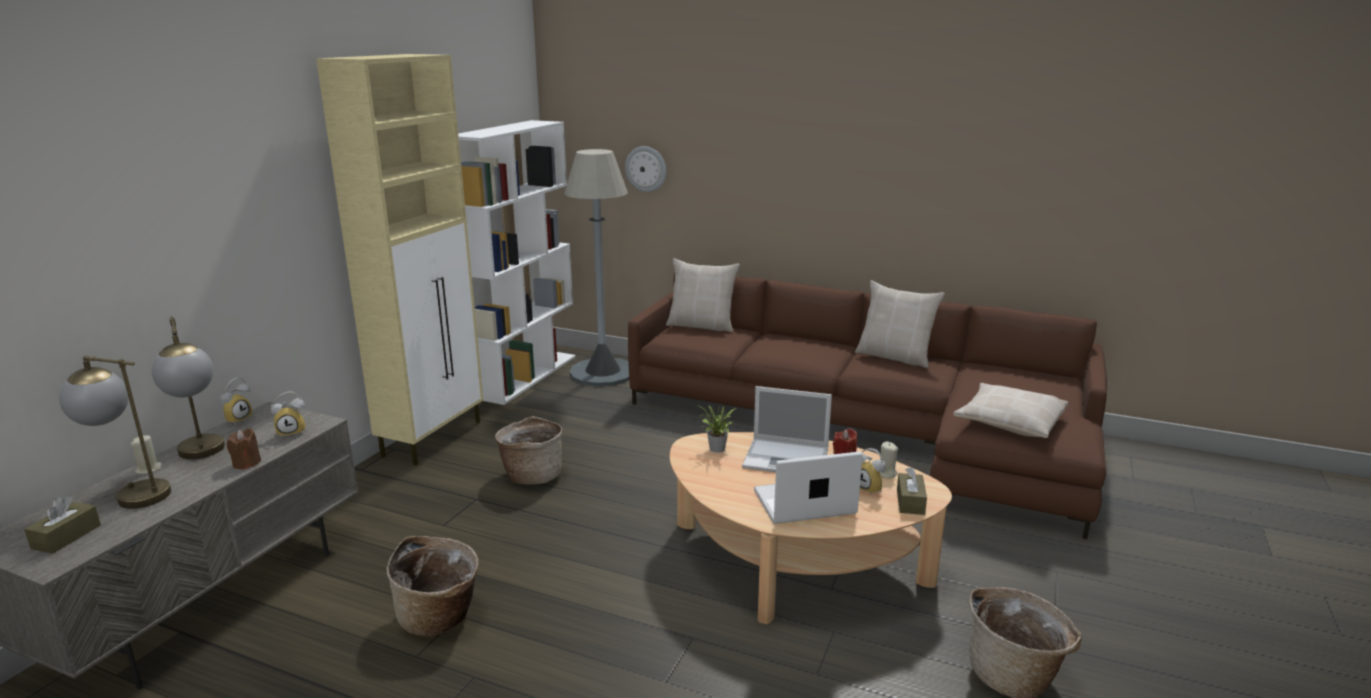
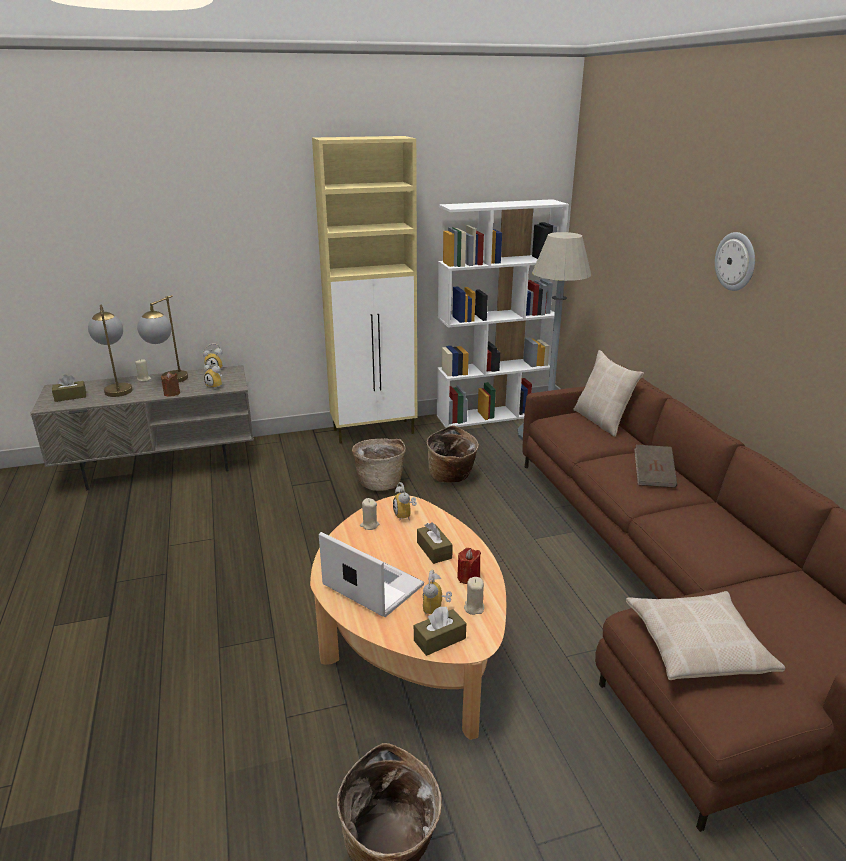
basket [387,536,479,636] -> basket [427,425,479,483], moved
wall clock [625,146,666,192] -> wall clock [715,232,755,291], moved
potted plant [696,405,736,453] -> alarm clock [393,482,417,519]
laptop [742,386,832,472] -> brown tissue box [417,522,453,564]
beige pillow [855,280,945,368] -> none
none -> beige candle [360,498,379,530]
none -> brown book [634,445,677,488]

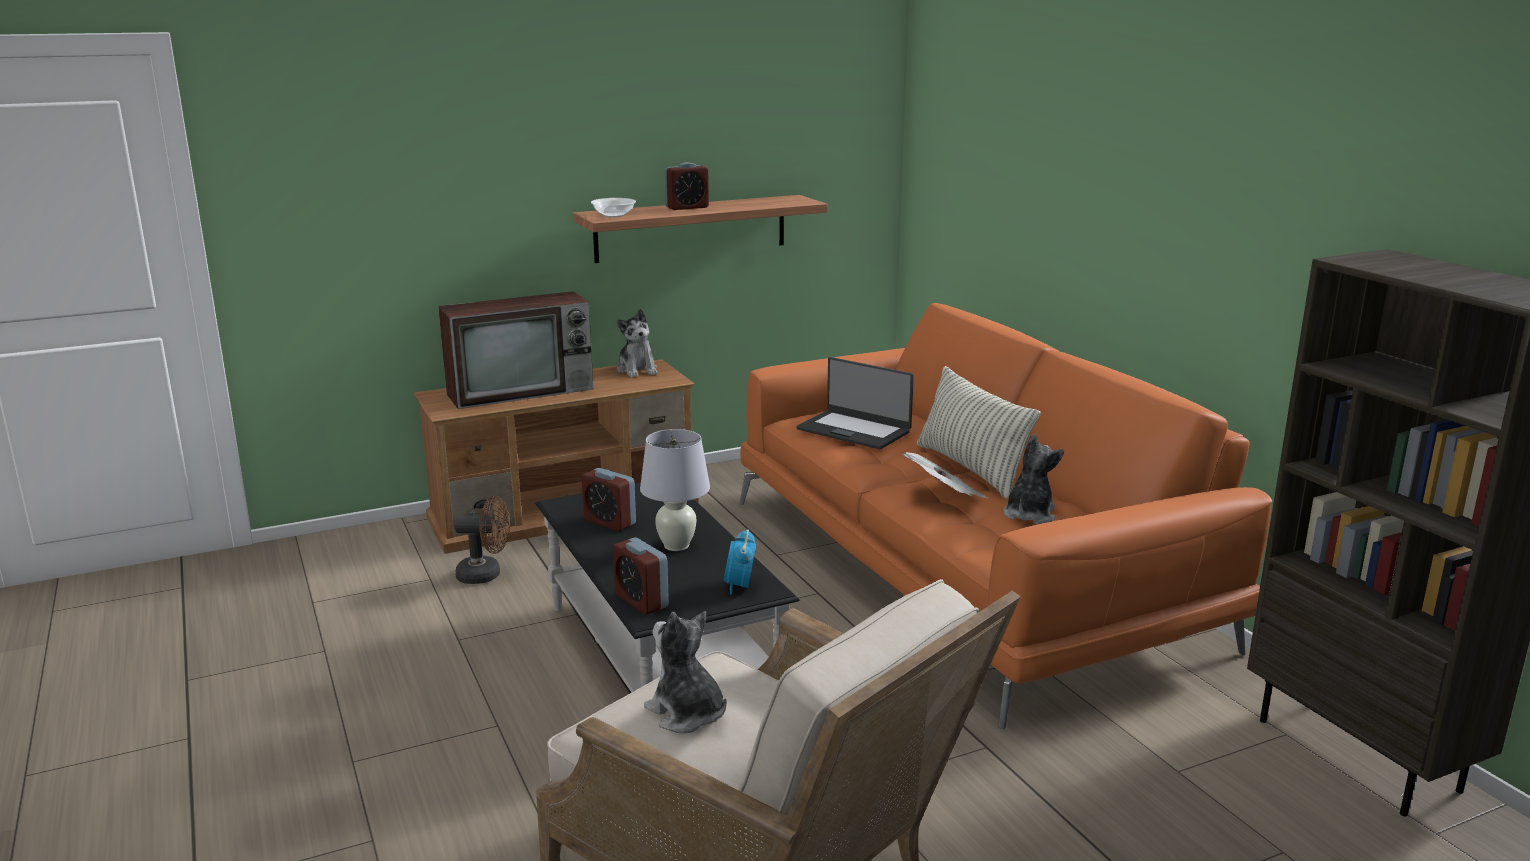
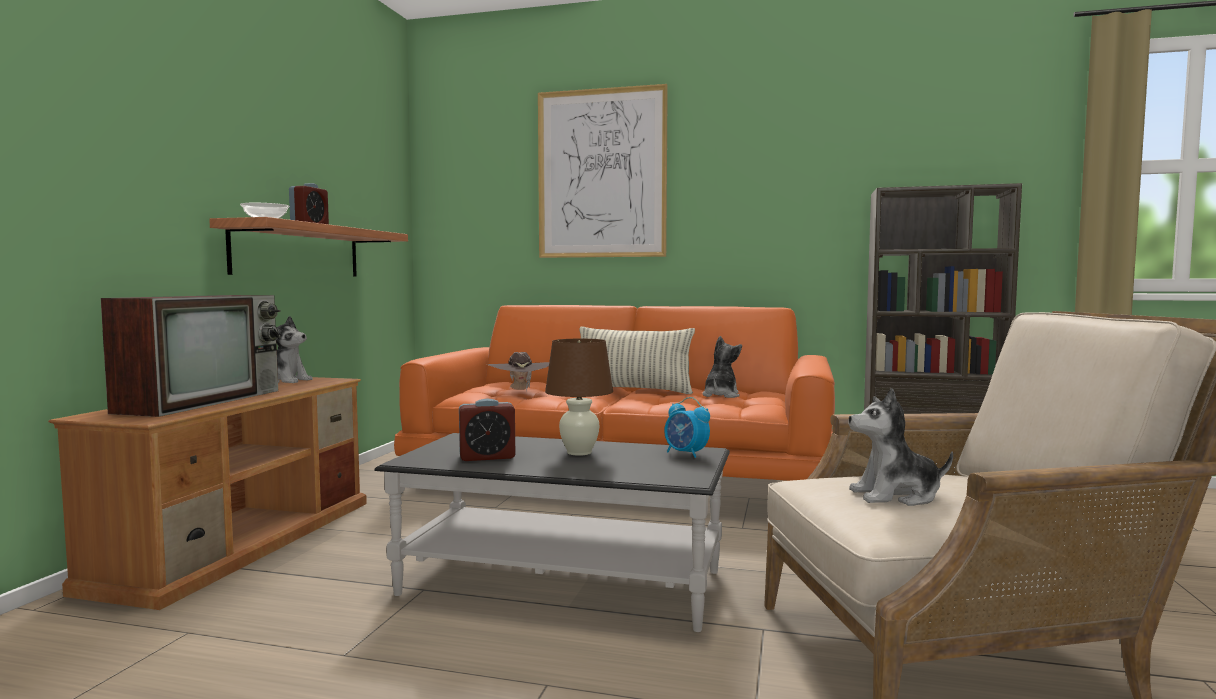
brown fan [454,496,510,584] -> none
alarm clock [613,537,669,614] -> none
white table lamp [640,429,710,551] -> brown table lamp [545,339,613,456]
laptop [796,357,914,449] -> brown hat [487,352,549,391]
newspaper [902,452,988,498] -> none
plush toy [1003,434,1064,524] -> plush toy [702,336,742,398], 45 degrees clockwise
none -> picture [538,84,668,258]

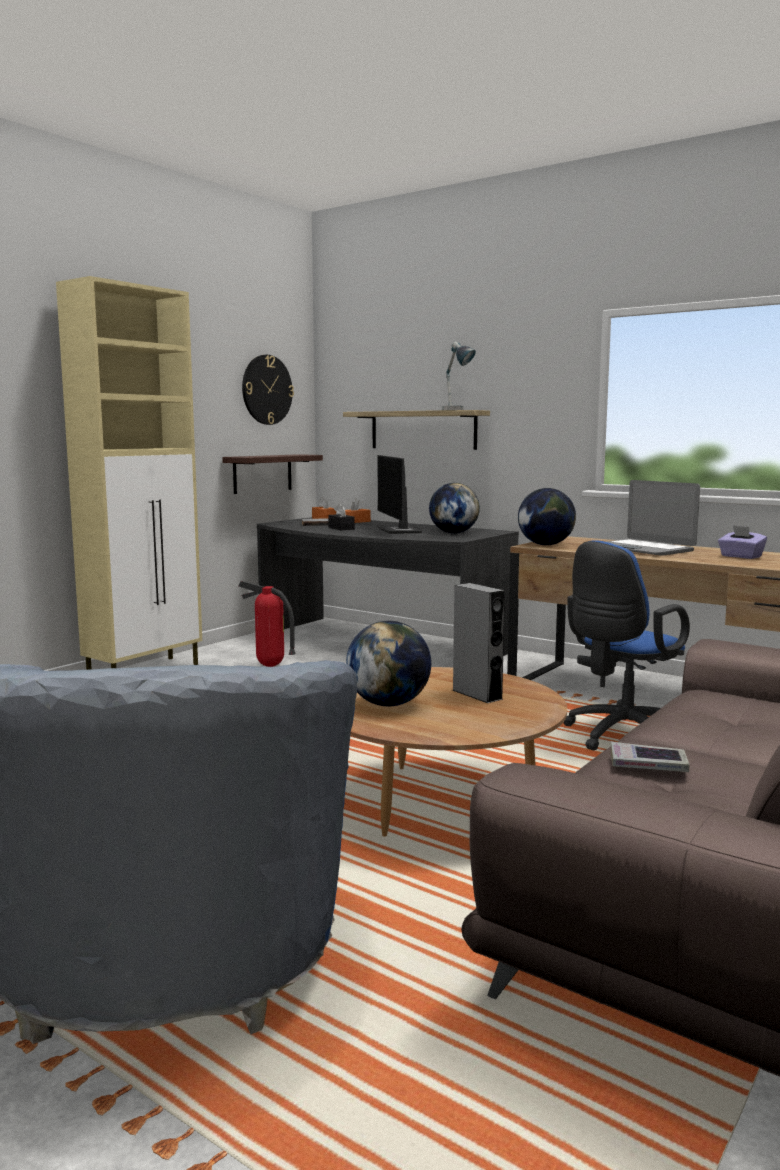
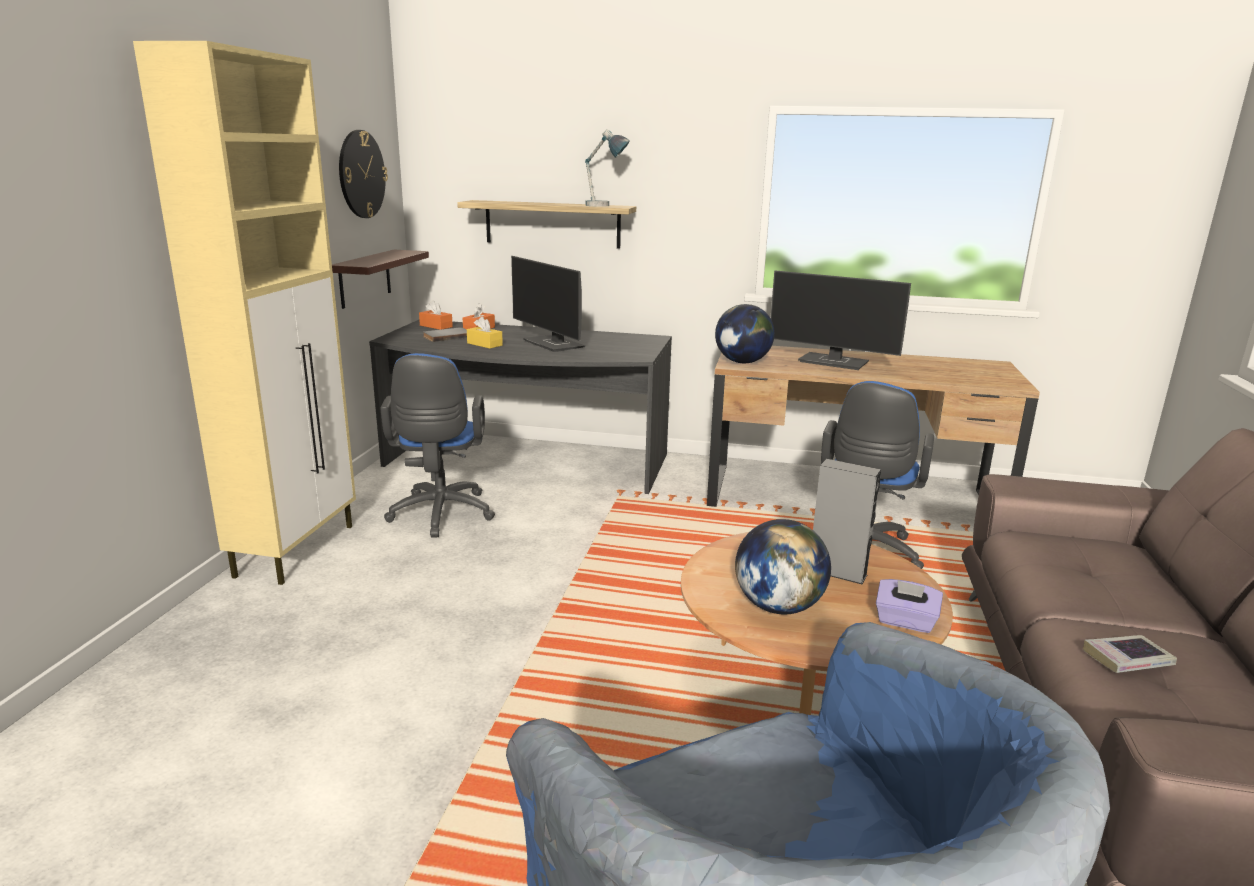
fire extinguisher [238,581,296,667] -> blue office chair [380,353,495,538]
black tissue box [328,504,355,530] -> yellow tissue box [467,316,503,349]
globe [429,483,480,533] -> none
laptop [606,480,700,556] -> monitor [770,270,911,370]
purple tissue box [718,525,767,559] -> purple tissue box [876,579,943,633], moved

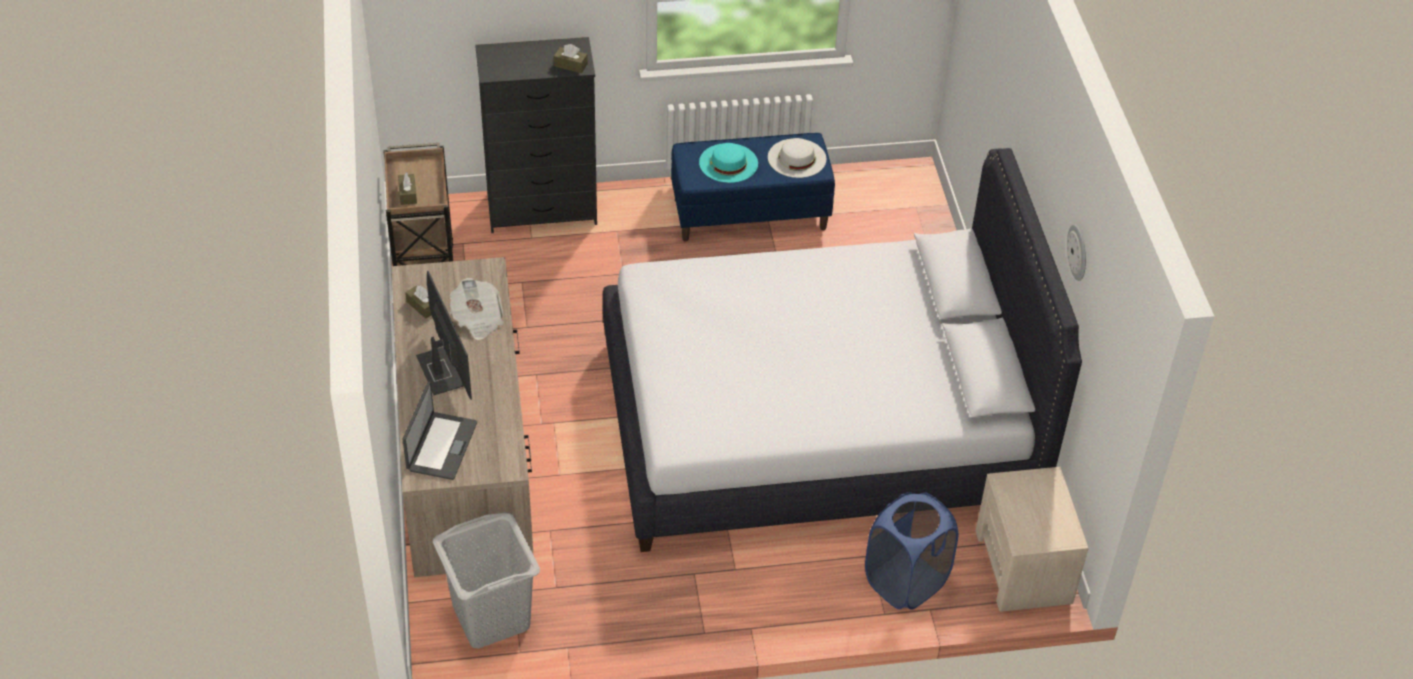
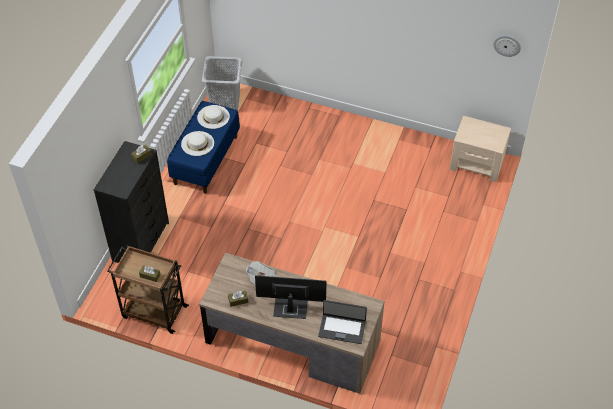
laptop [403,382,477,480] -> laptop [318,300,367,344], 150 degrees clockwise
grey laundry basket [433,512,540,648] -> grey laundry basket [202,56,243,110], moved
white bed [603,148,1082,552] -> none
turquoise hat [699,143,758,183] -> white hat [181,131,214,156]
blue laundry basket [865,492,958,610] -> none
wall clock [1067,224,1086,281] -> wall clock [493,35,521,57], moved

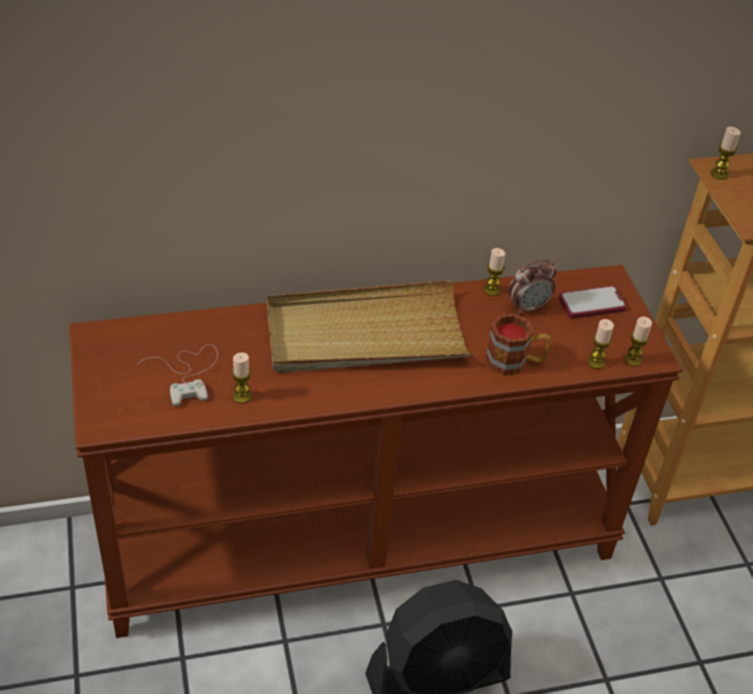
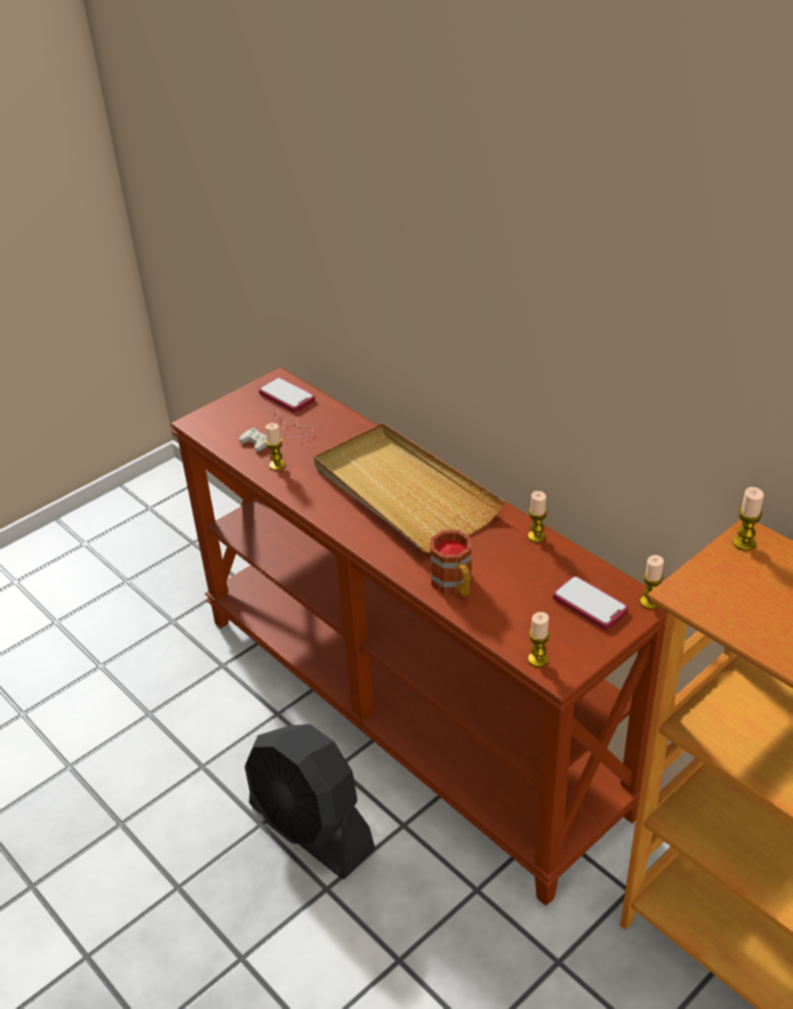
alarm clock [508,259,557,315] -> none
candle [587,319,614,369] -> candle [640,555,664,609], moved
none -> phone [259,378,315,412]

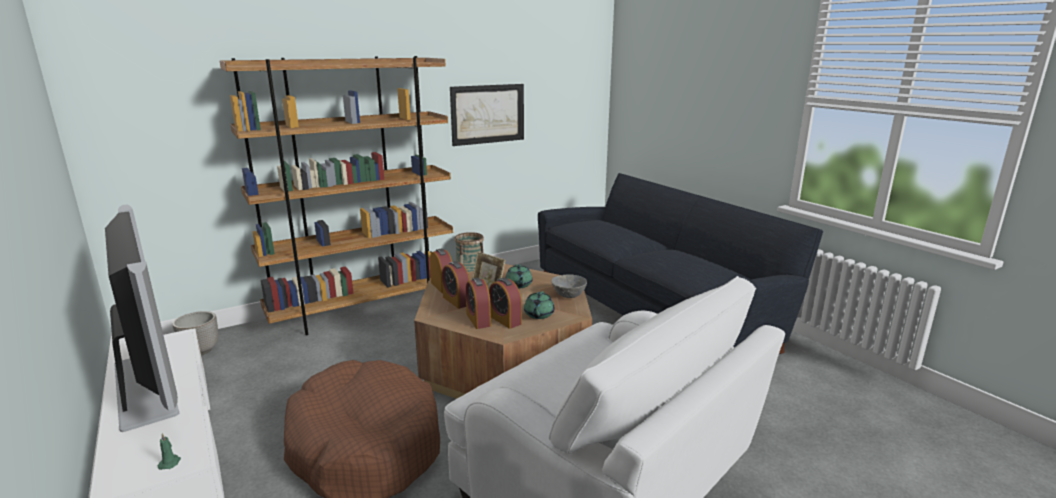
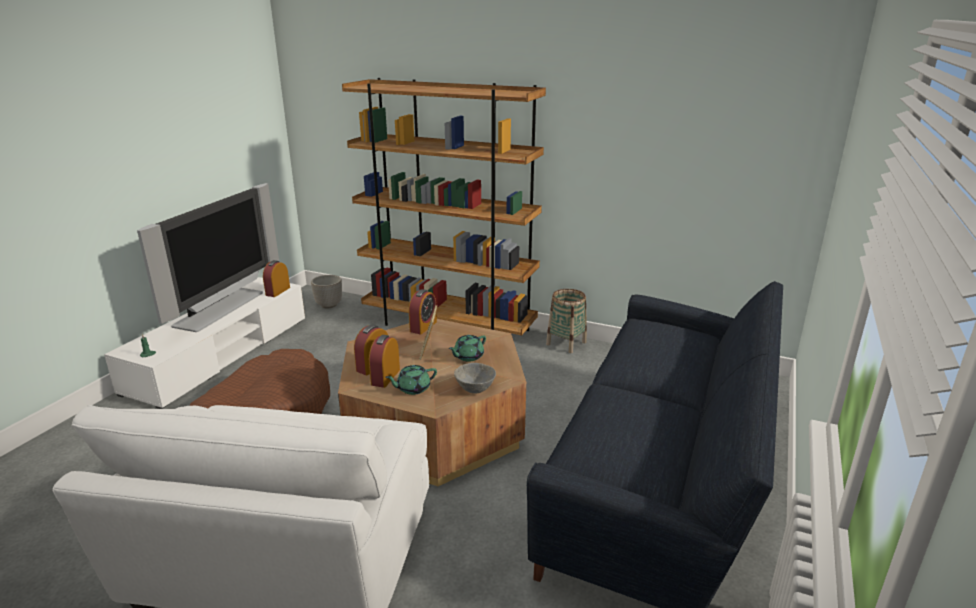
alarm clock [442,261,470,309] -> alarm clock [263,260,290,297], moved
picture [450,84,524,146] -> none

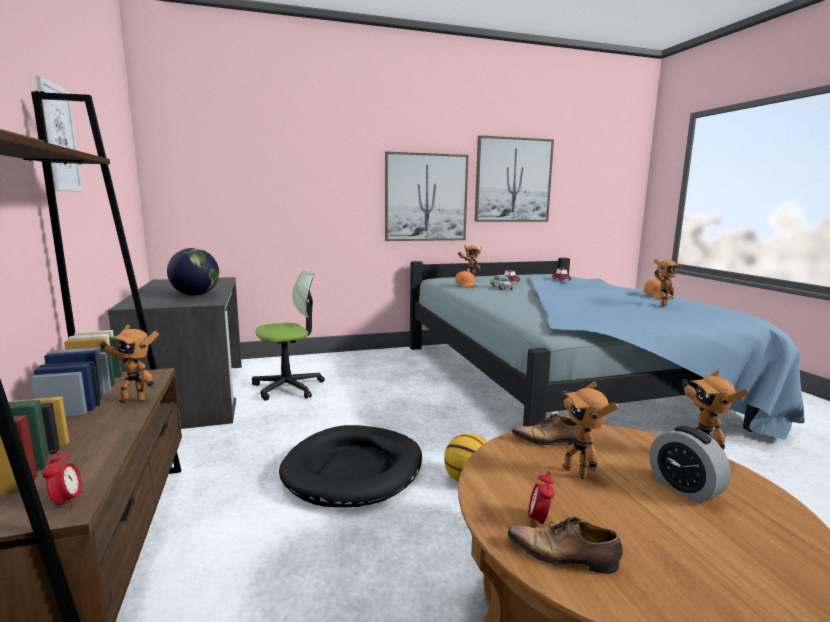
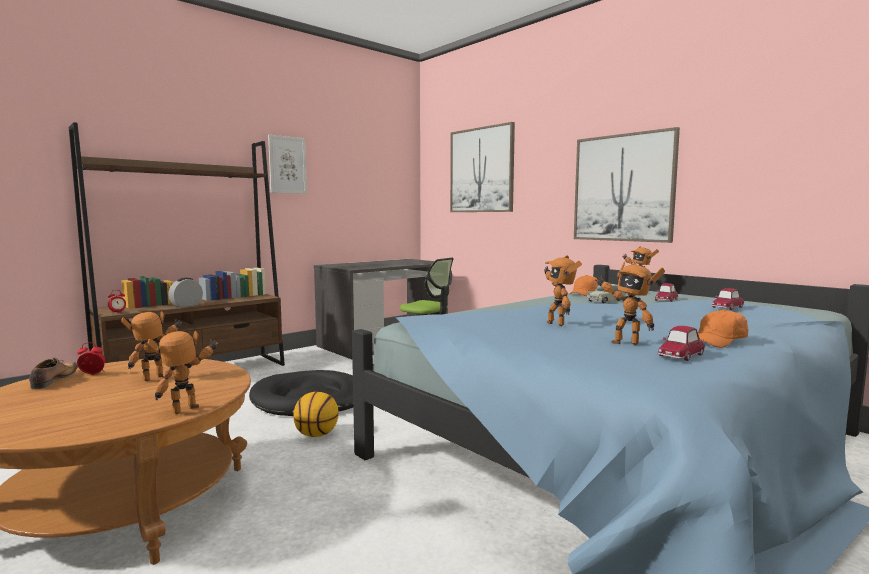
toy robot [98,324,159,403] -> toy robot [544,255,582,326], moved
globe [167,248,219,296] -> none
picture [475,135,554,222] -> picture [450,122,515,212], moved
shoe [512,413,578,445] -> none
alarm clock [649,426,731,503] -> alarm clock [168,278,203,307], moved
none -> toy car [658,326,705,361]

